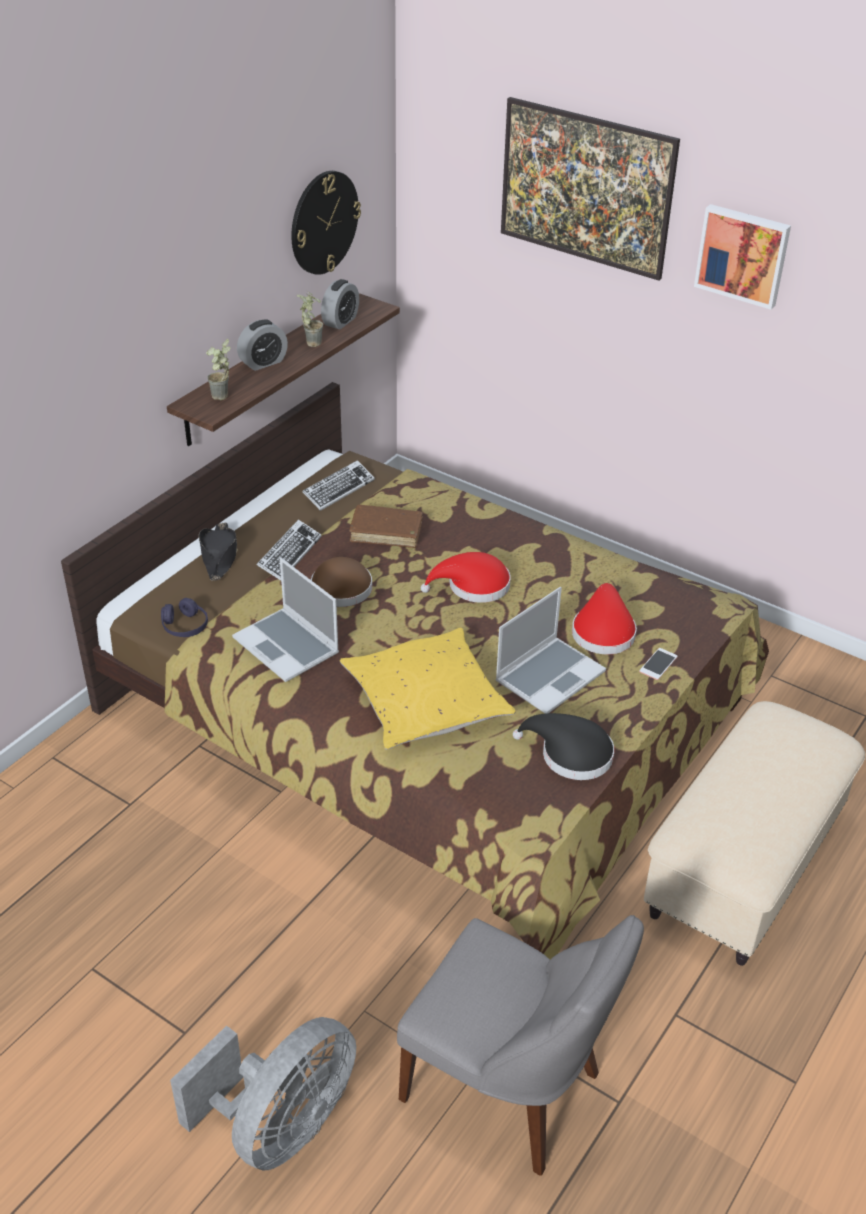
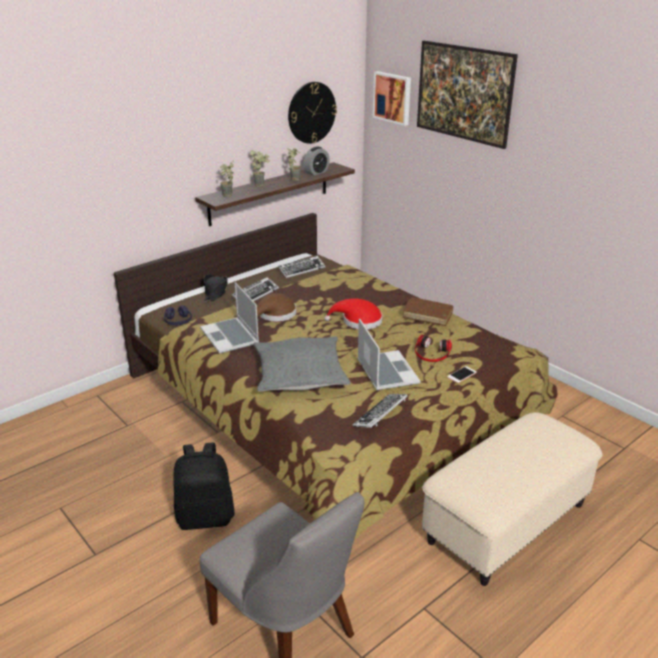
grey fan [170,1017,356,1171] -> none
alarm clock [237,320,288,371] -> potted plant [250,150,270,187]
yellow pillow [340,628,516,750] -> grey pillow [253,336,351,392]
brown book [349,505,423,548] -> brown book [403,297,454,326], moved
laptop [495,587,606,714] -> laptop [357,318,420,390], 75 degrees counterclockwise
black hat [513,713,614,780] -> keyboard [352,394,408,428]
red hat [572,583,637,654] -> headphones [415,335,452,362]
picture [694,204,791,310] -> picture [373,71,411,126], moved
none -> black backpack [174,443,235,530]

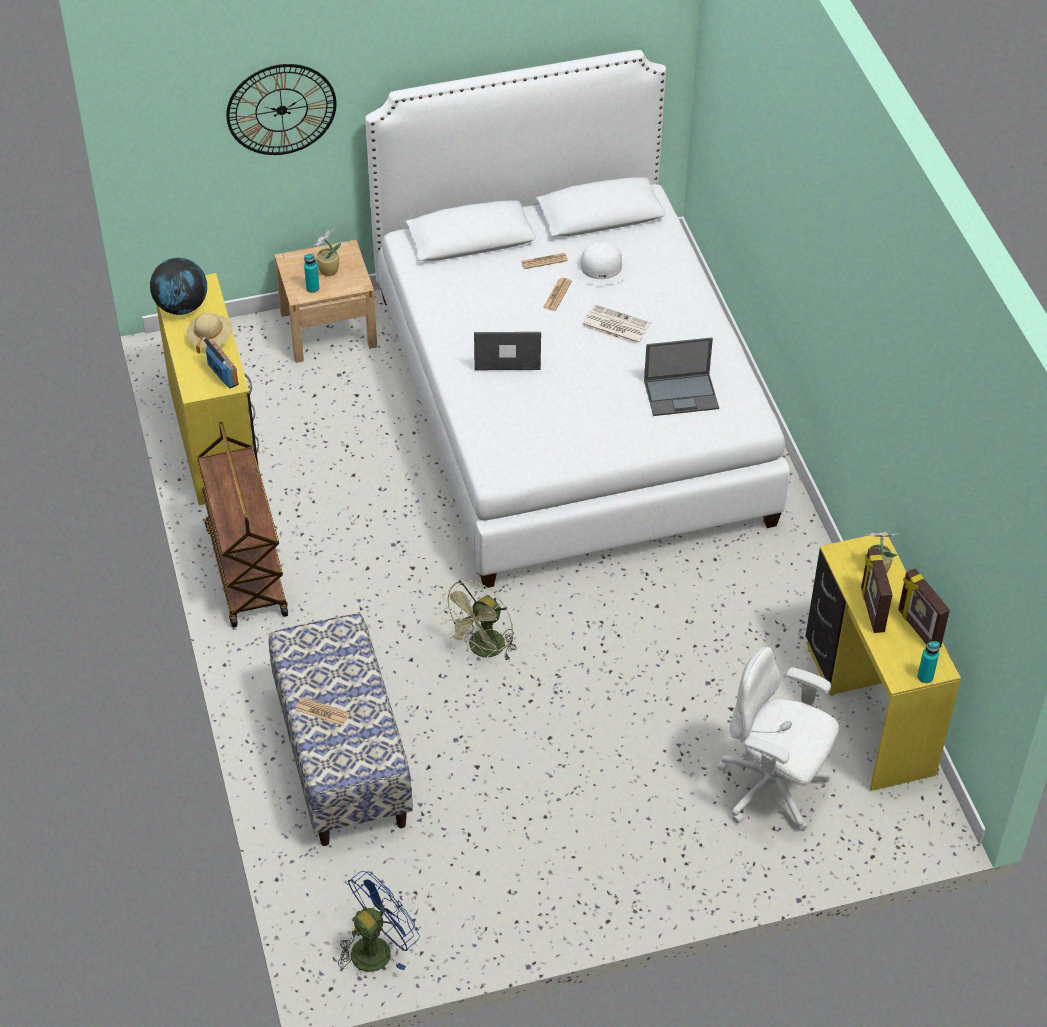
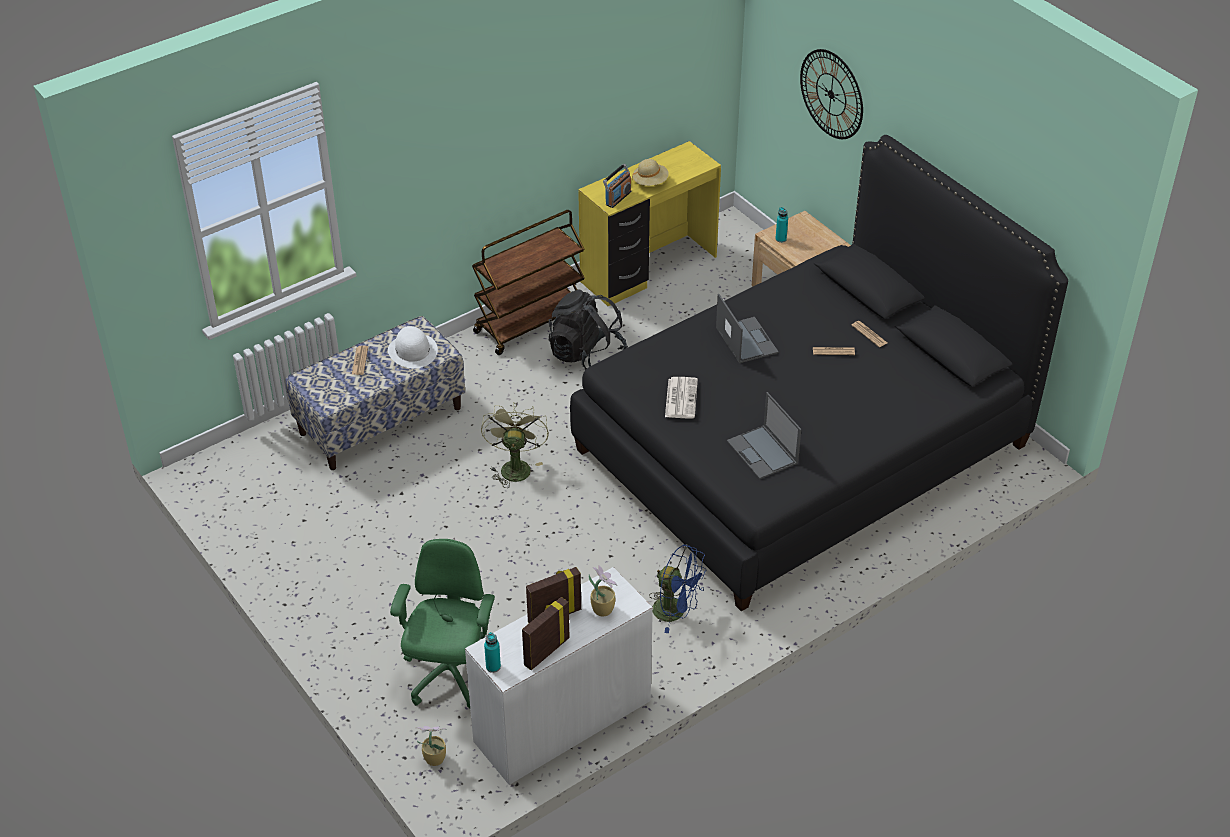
globe [150,258,207,315] -> none
potted plant [313,229,341,276] -> potted plant [416,726,447,766], moved
blue fan [338,871,420,972] -> blue fan [649,544,707,633], moved
white bed [365,50,790,589] -> black bed [570,135,1068,612]
green fan [440,579,517,661] -> green fan [481,402,549,488], 75 degrees clockwise
white hat [571,242,631,285] -> white hat [388,326,438,368], moved
newspaper [582,304,651,345] -> newspaper [665,377,698,419], moved
white office chair [717,647,839,831] -> green office chair [390,539,495,708]
yellow desk [806,532,961,791] -> white desk [465,567,653,785]
none -> black backpack [549,289,628,369]

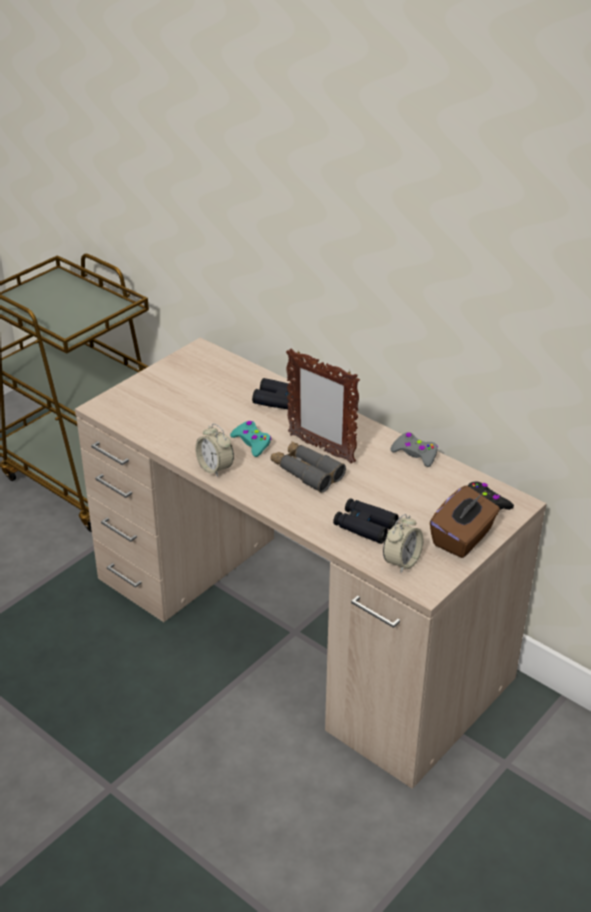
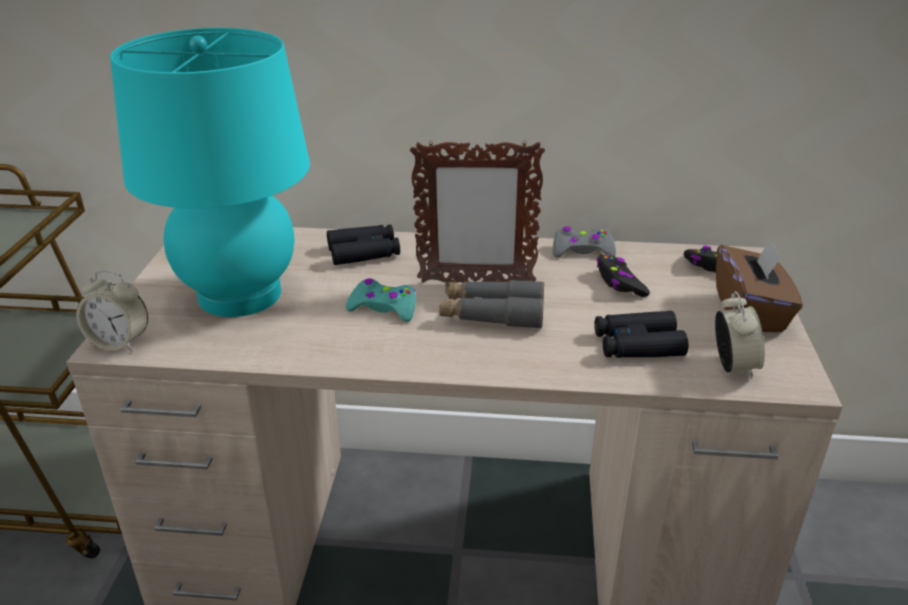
alarm clock [195,423,234,477] -> alarm clock [76,270,148,352], moved
none -> turquoise table lamp [110,28,310,317]
none -> black game controller [597,255,650,297]

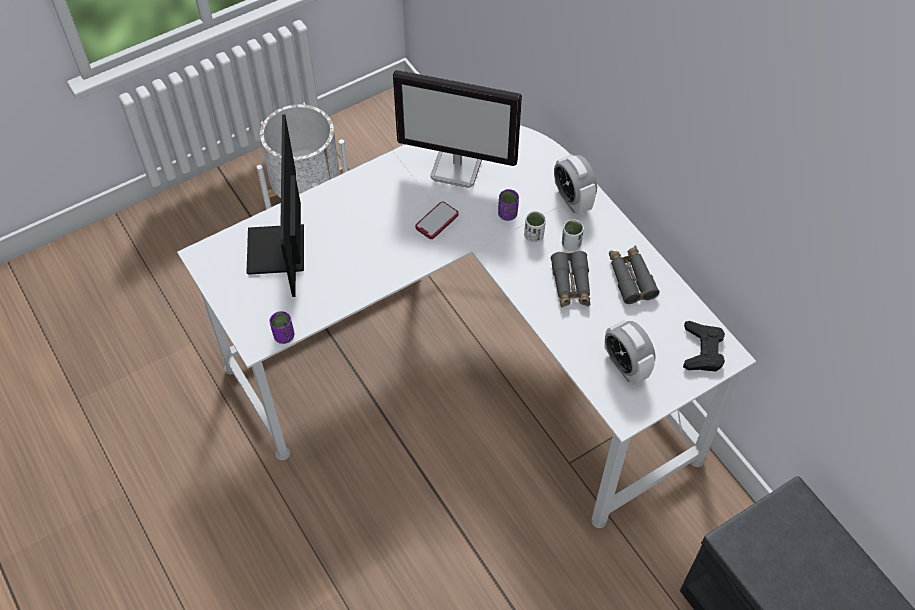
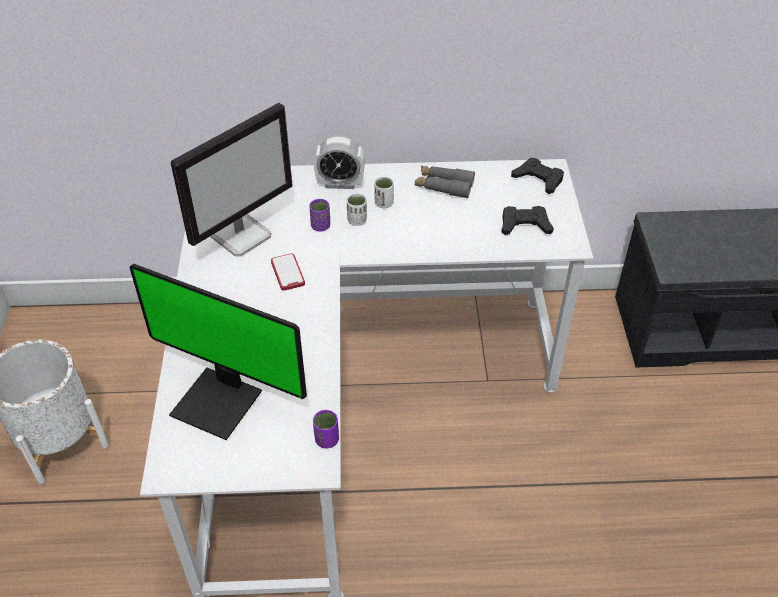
grey binoculars [551,251,590,308] -> none
alarm clock [605,320,656,385] -> black game controller [501,206,554,235]

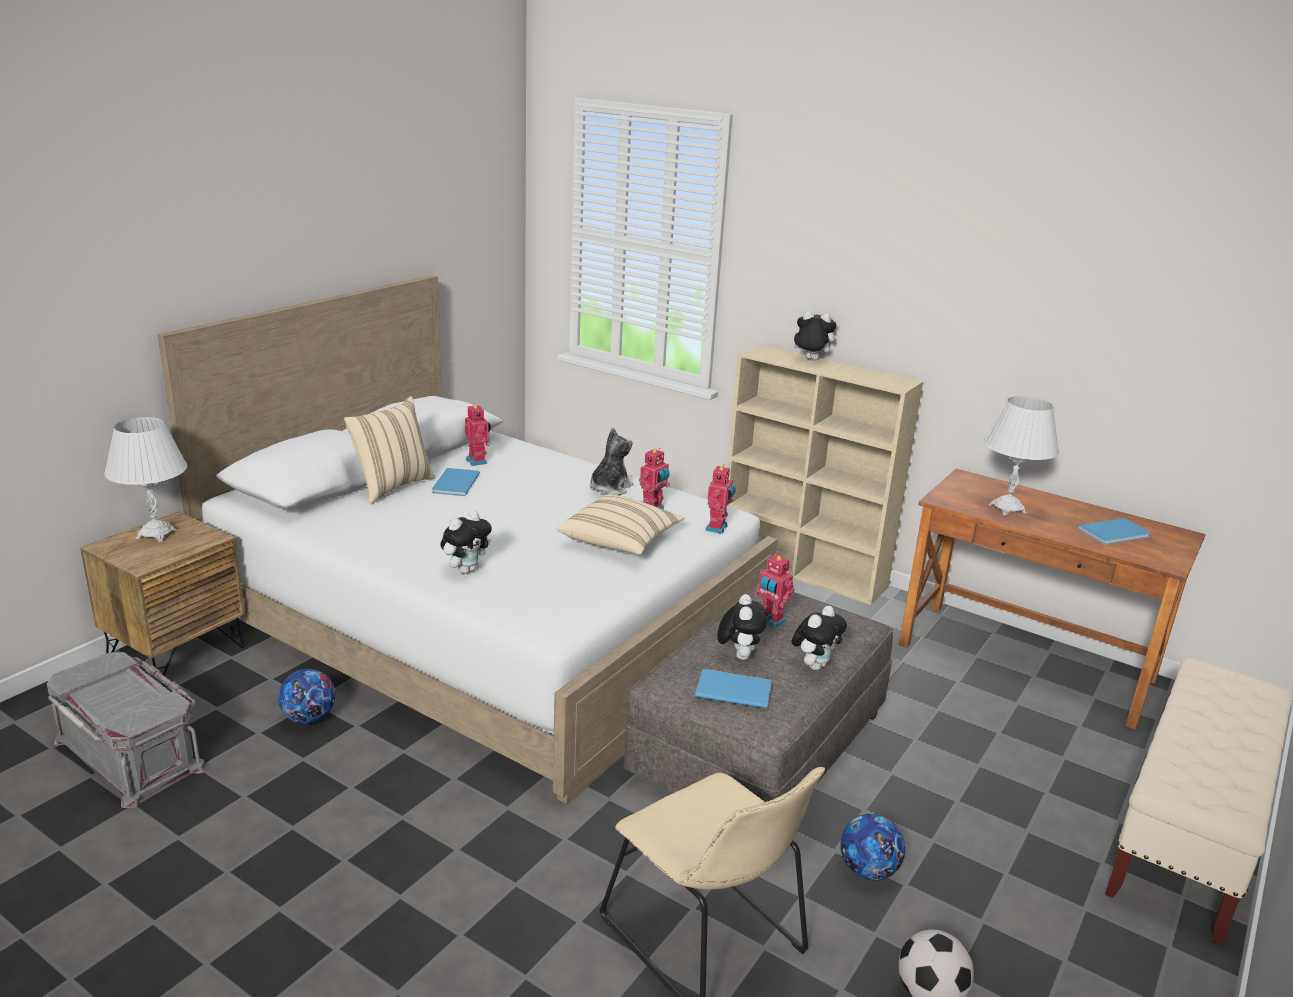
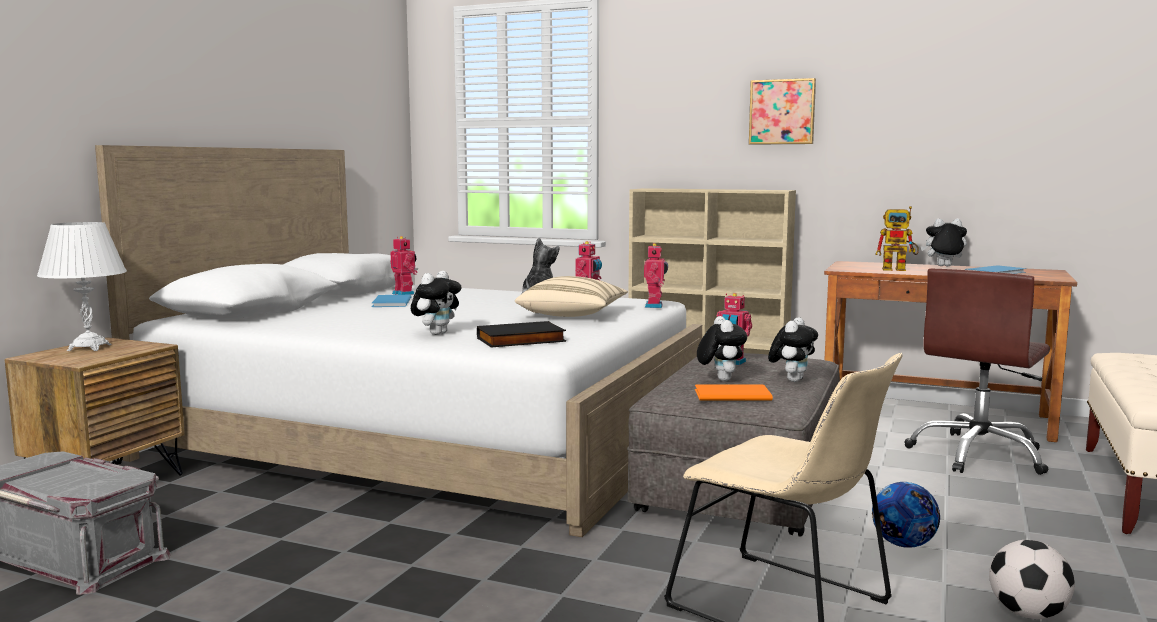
football [278,669,335,724] -> none
beige pillow [344,396,436,504] -> none
blue book [695,669,772,709] -> orange book [695,384,773,401]
plush toy [790,311,836,360] -> plush toy [920,218,967,266], moved
white table lamp [984,396,1059,516] -> toy robot [875,206,919,271]
none -> black book [477,321,566,347]
none -> picture [749,78,816,145]
none -> brown office chair [904,268,1050,475]

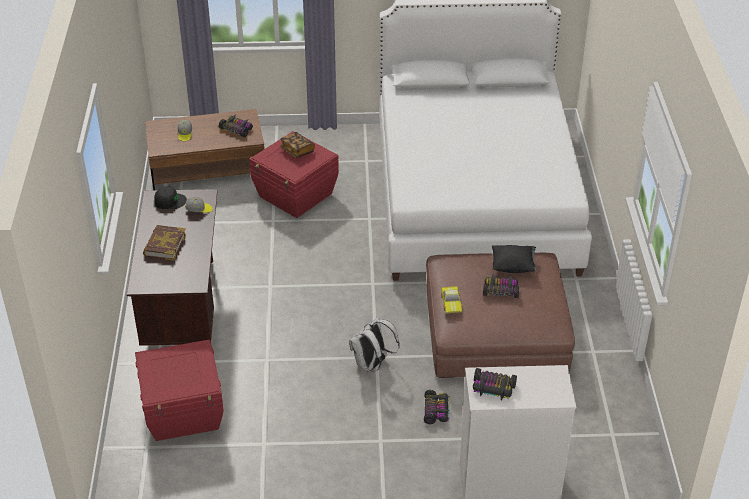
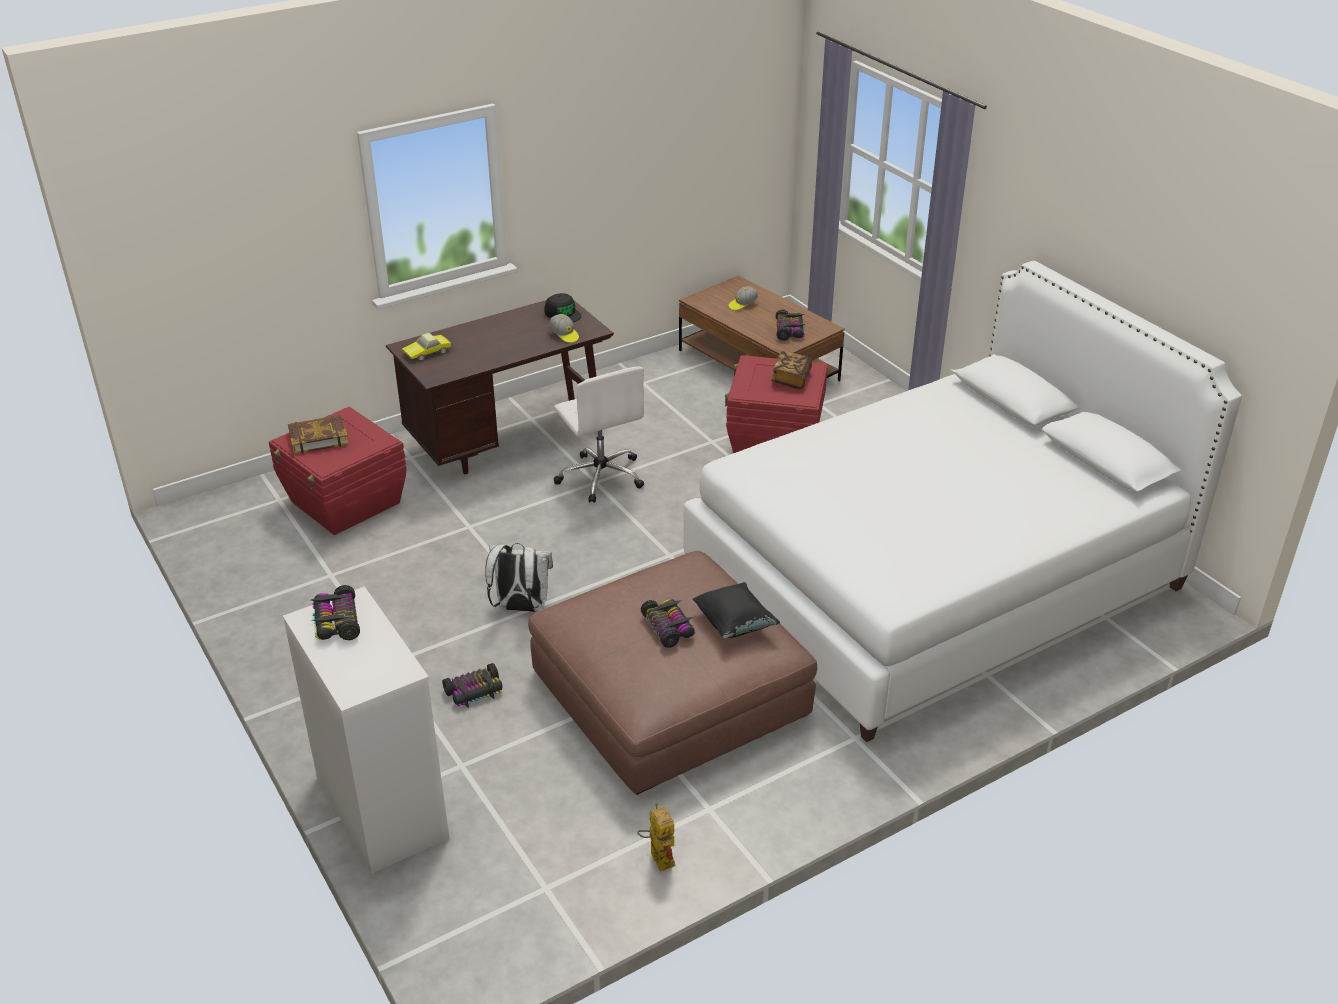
book [143,225,186,261] -> book [288,415,349,454], moved
toy car [441,286,462,313] -> toy car [402,333,452,361], moved
none -> white office chair [554,366,644,503]
none -> toy robot [637,803,675,872]

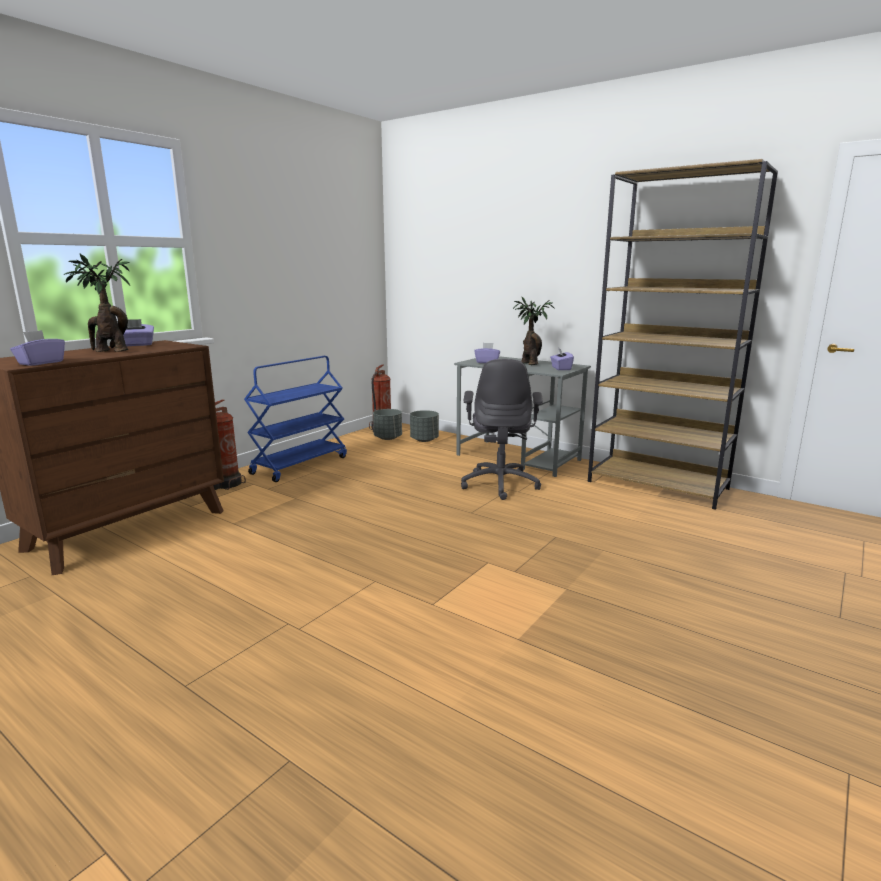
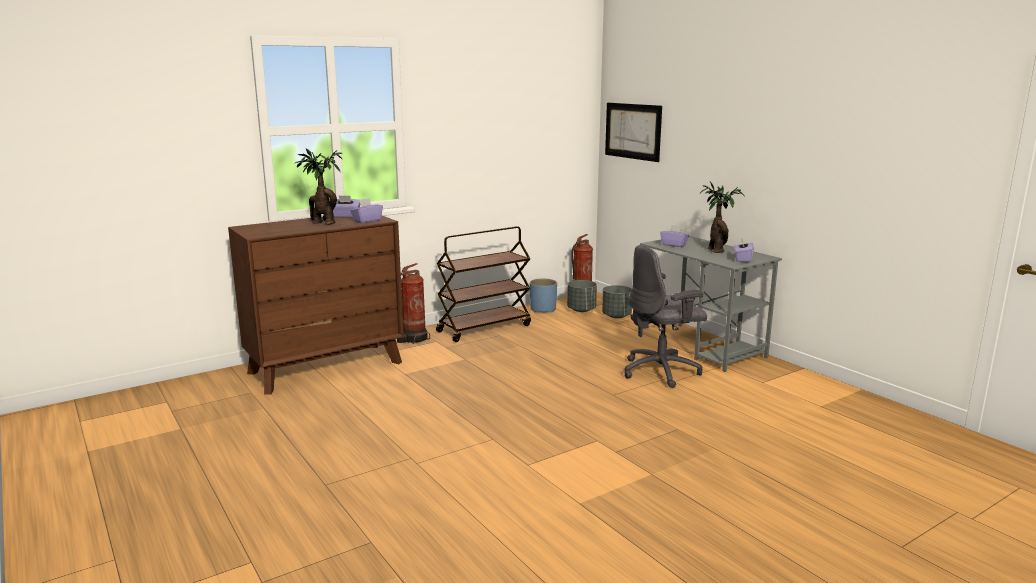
purple tissue box [10,330,65,366] -> purple tissue box [350,198,383,223], moved
blue cart [244,356,347,482] -> brown cart [436,226,531,342]
grey office chair [461,359,543,500] -> grey office chair [624,245,707,388], 45 degrees clockwise
brown bookcase [588,159,778,510] -> none
none -> blue planter [530,279,557,313]
none -> picture [605,103,662,162]

